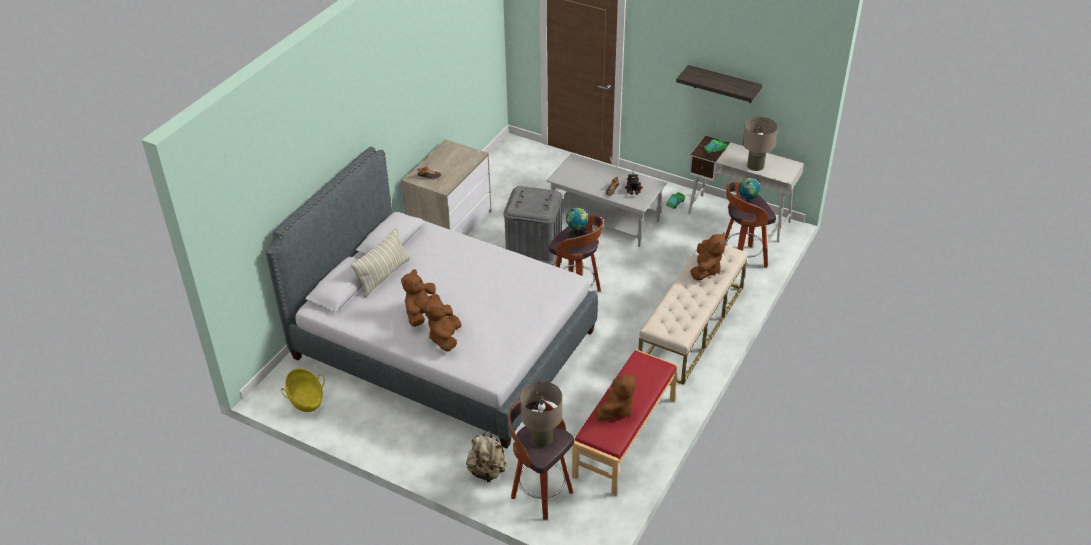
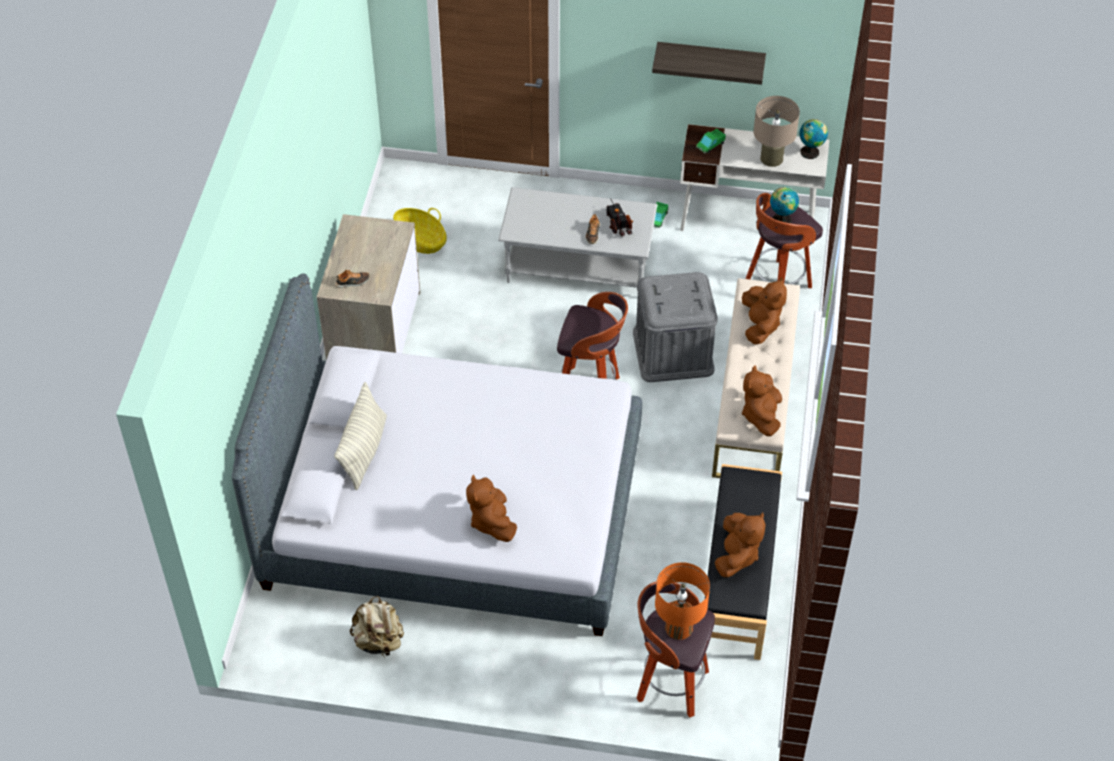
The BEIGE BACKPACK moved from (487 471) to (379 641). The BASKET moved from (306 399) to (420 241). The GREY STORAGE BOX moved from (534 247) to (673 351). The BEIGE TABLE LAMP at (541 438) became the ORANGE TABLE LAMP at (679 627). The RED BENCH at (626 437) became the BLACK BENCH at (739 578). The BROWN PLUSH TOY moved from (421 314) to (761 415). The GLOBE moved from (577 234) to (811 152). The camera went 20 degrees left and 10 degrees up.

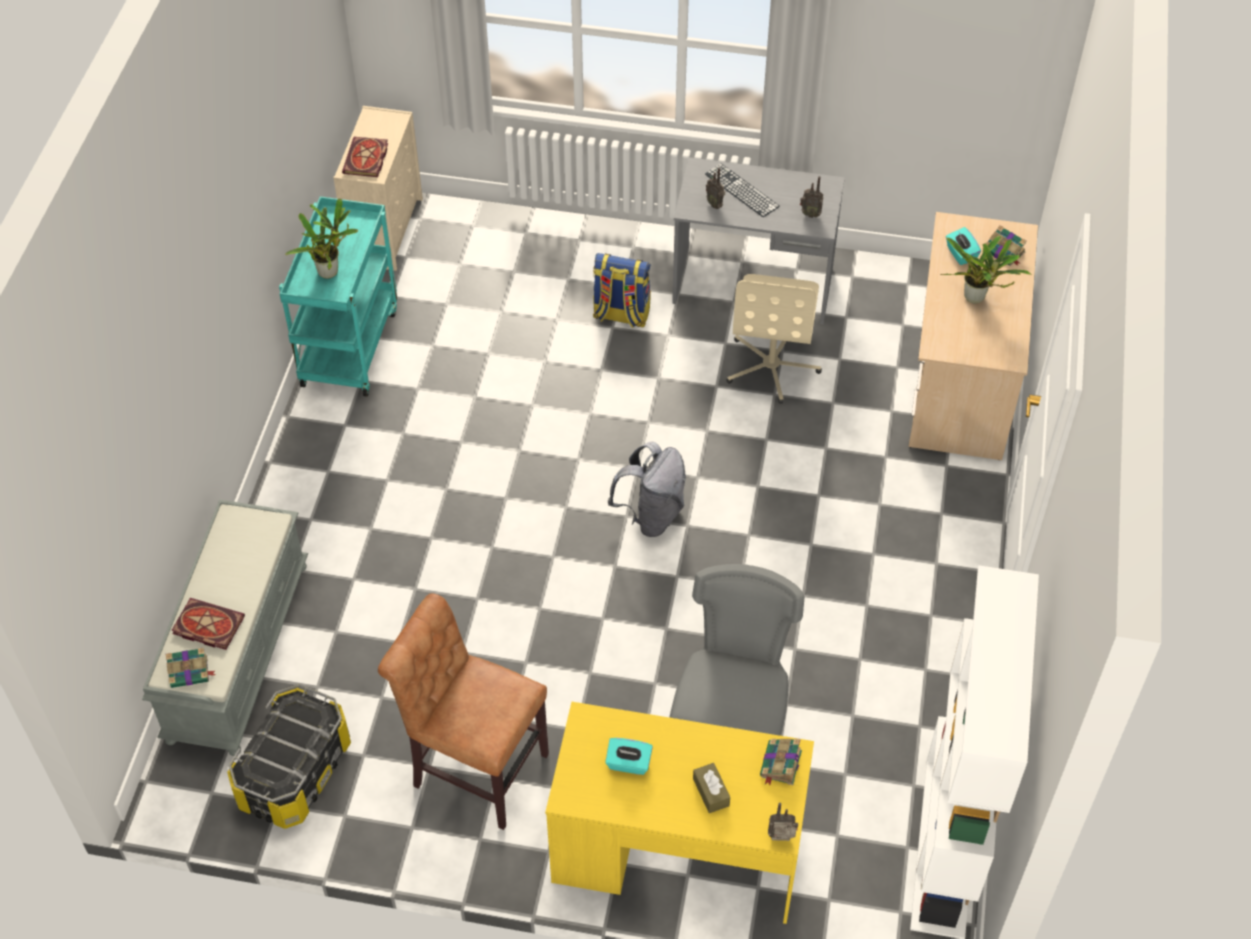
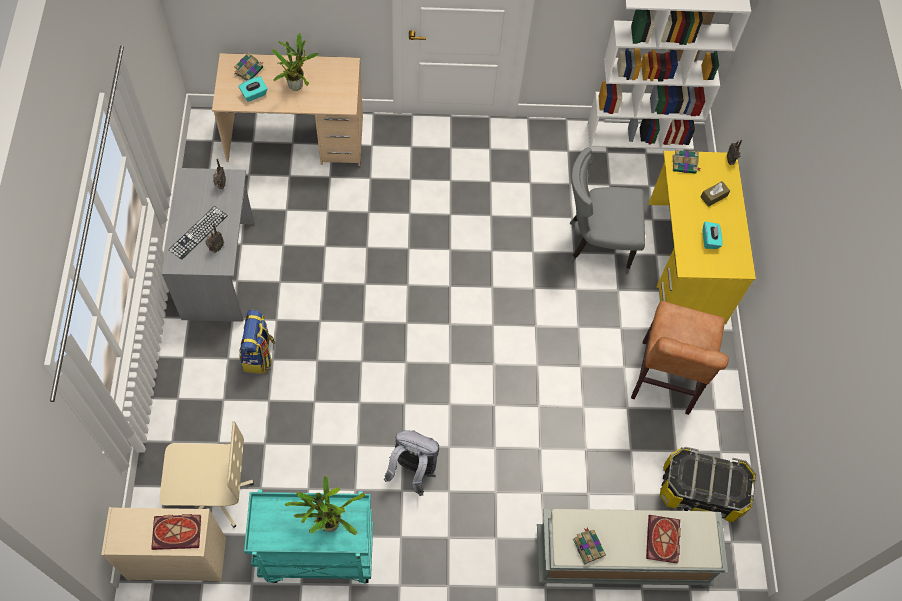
The BEIGE OFFICE CHAIR moved from (772 366) to (213 494). The GREY BACKPACK moved from (651 515) to (412 471). The BOOK moved from (190 672) to (588 546). The camera went 105 degrees left and 10 degrees up.

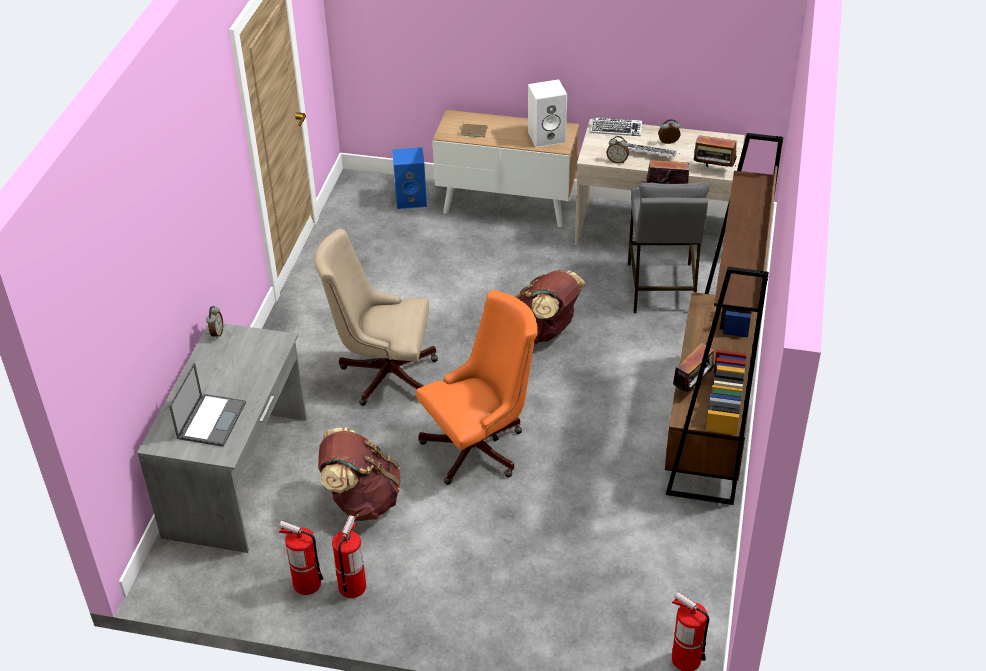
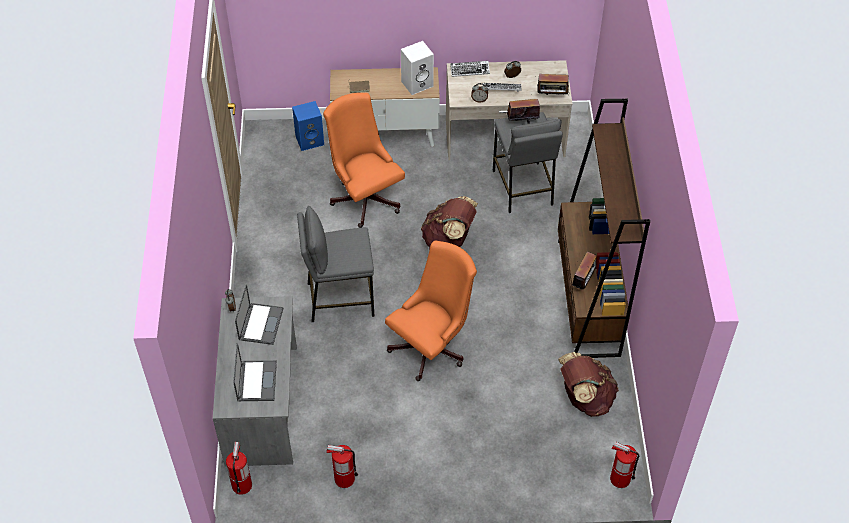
The FIRE EXTINGUISHER moved from (352 586) to (242 485). The LAPTOP at (261 323) appeared. The BEIGE OFFICE CHAIR at (382 373) was replaced by the GREY STOOL at (340 298). The ORANGE OFFICE CHAIR at (364 196) appeared. The BROWN BACKPACK moved from (362 500) to (584 398). The camera went 15 degrees left and 10 degrees up.

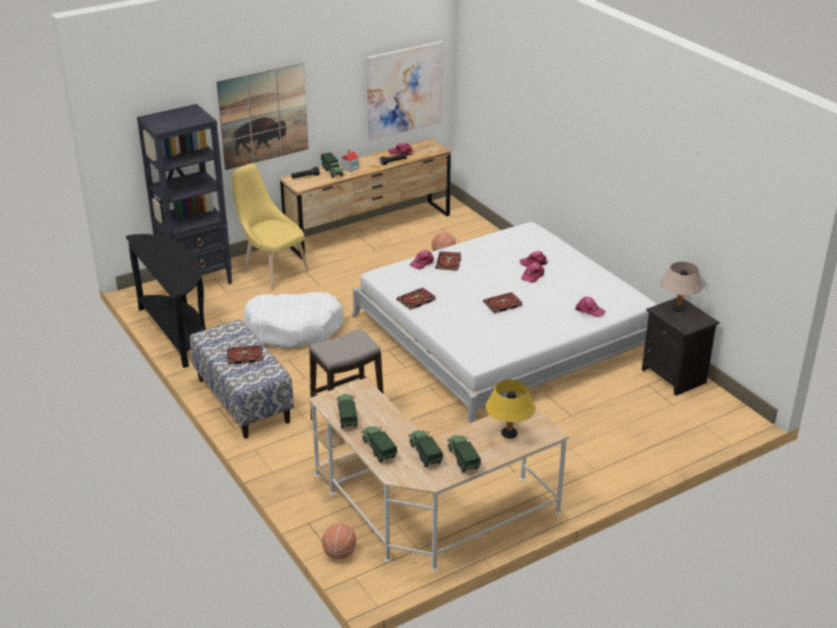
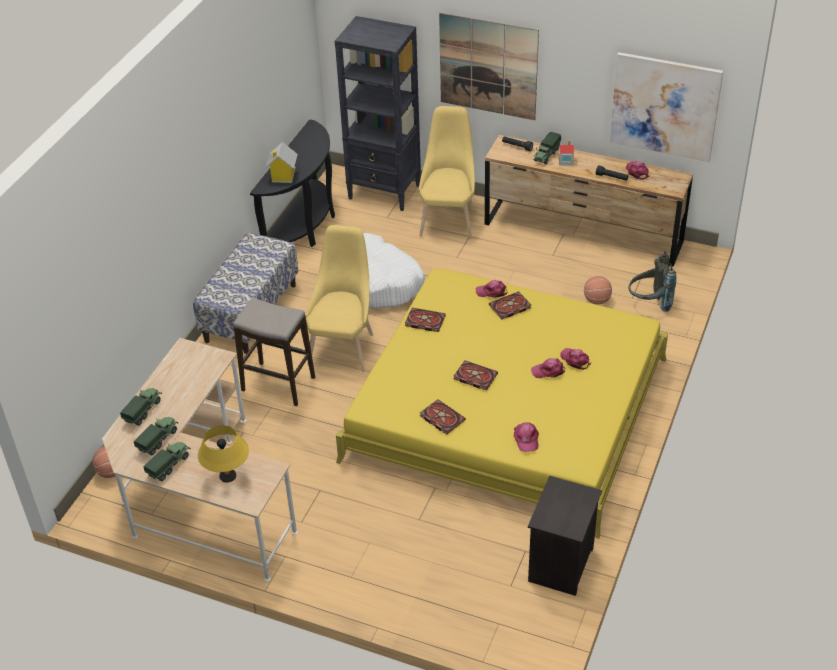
The TOY HOUSE at (283 176) appeared. The YELLOW CHAIR at (343 346) appeared. The WHITE BED at (504 333) became the YELLOW BED at (506 409). The BOOK moved from (244 356) to (441 418). The GREY BACKPACK at (649 303) appeared. The TOY TRUCK at (347 416) disappeared. The BEIGE TABLE LAMP at (678 309) disappeared. The camera went 55 degrees right and 10 degrees up.

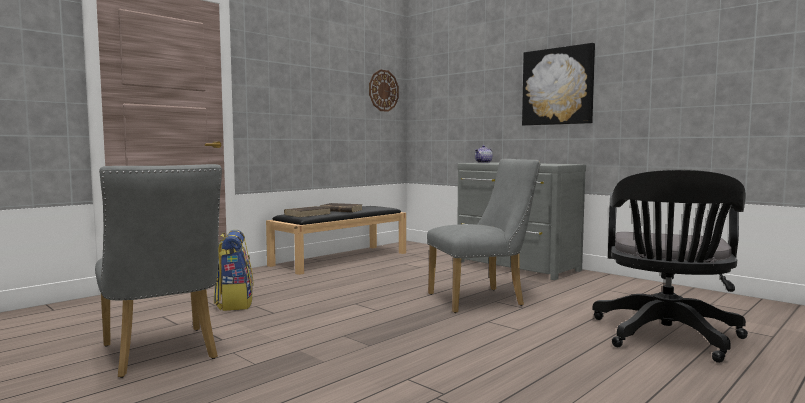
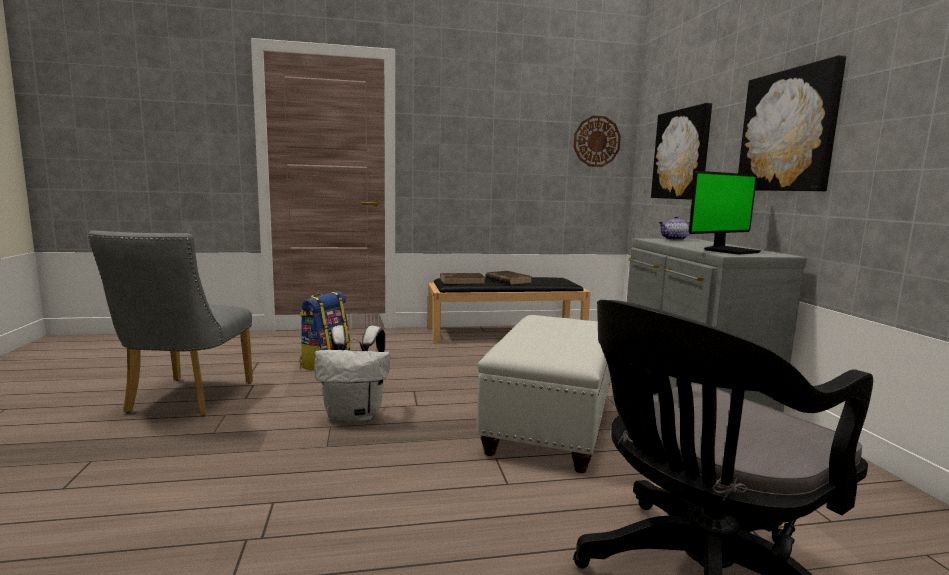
The WHITE BACKPACK at (355 415) appeared. The GREY CHAIR at (482 299) was replaced by the WHITE OTTOMAN at (550 425). The PICTURE at (681 154) appeared. The MONITOR at (729 251) appeared. The camera went 35 degrees right and 5 degrees up.

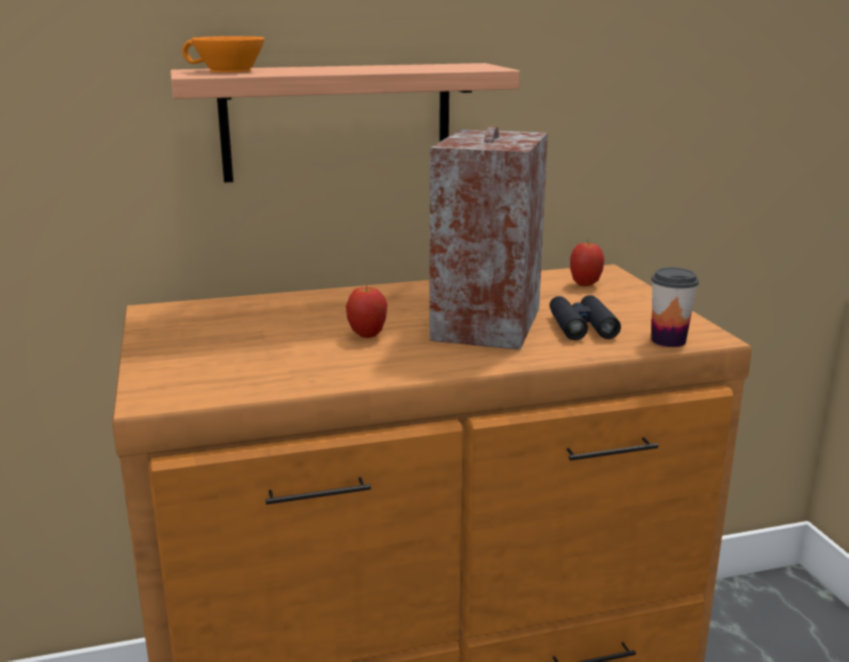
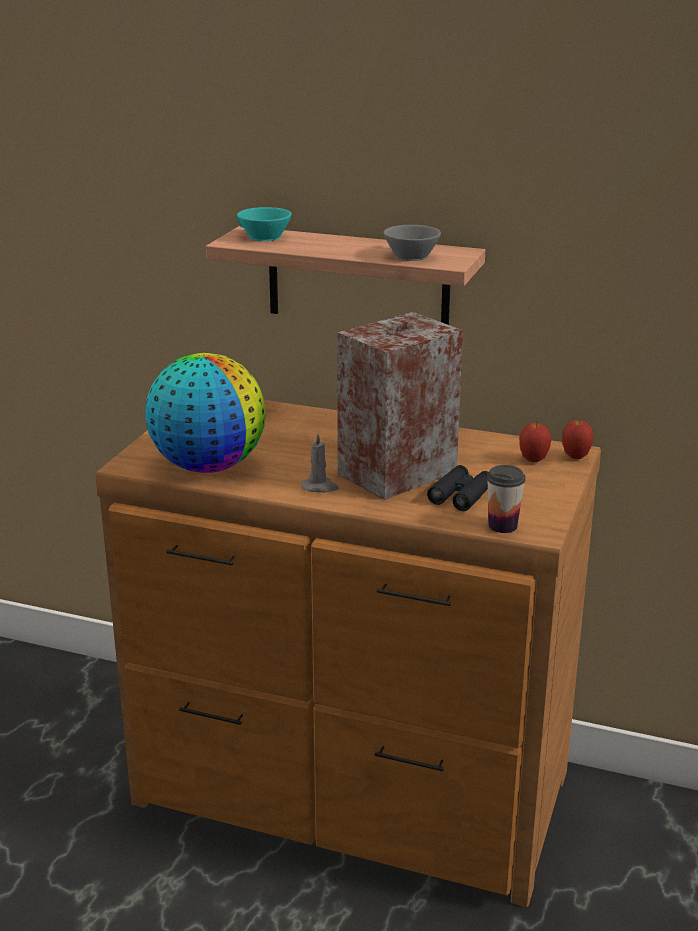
The GLOBE at (208 466) appeared. The ORANGE CUP at (227 70) became the TURQUOISE CUP at (262 237). The GREY CANDLE at (320 487) appeared. The GREY CUP at (408 256) appeared. The APPLE moved from (367 336) to (575 457). The camera went 35 degrees right and 5 degrees up.

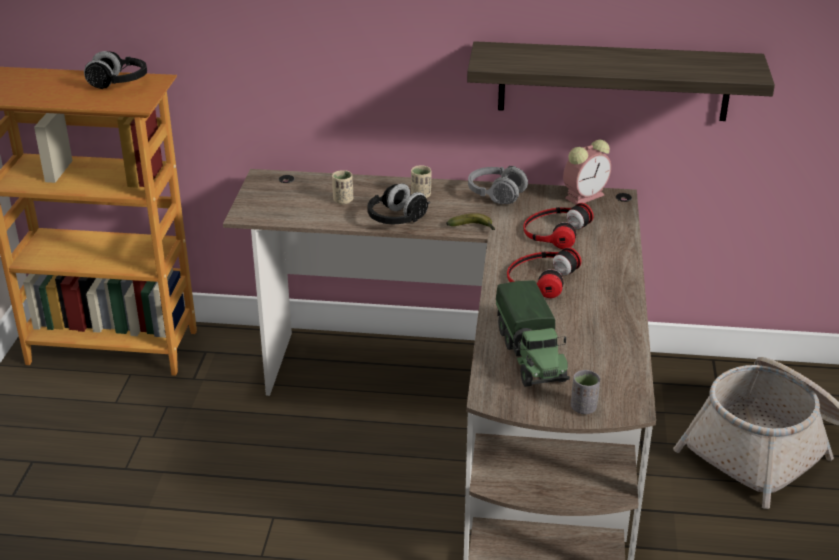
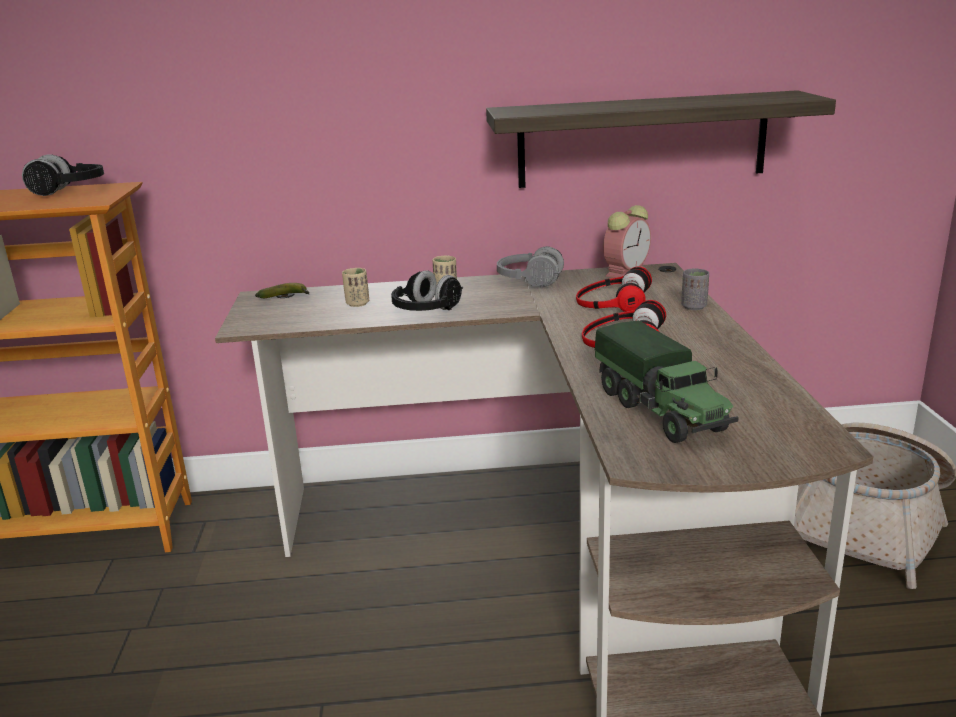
The BANANA moved from (473 228) to (287 297). The GREY CUP moved from (583 408) to (694 307). The camera went 10 degrees left and 10 degrees down.

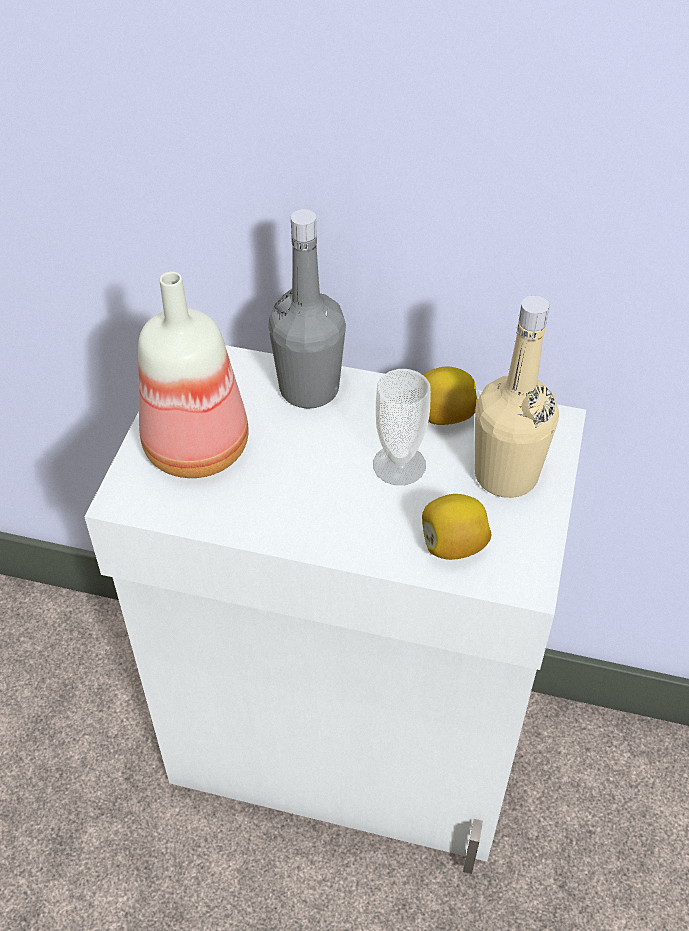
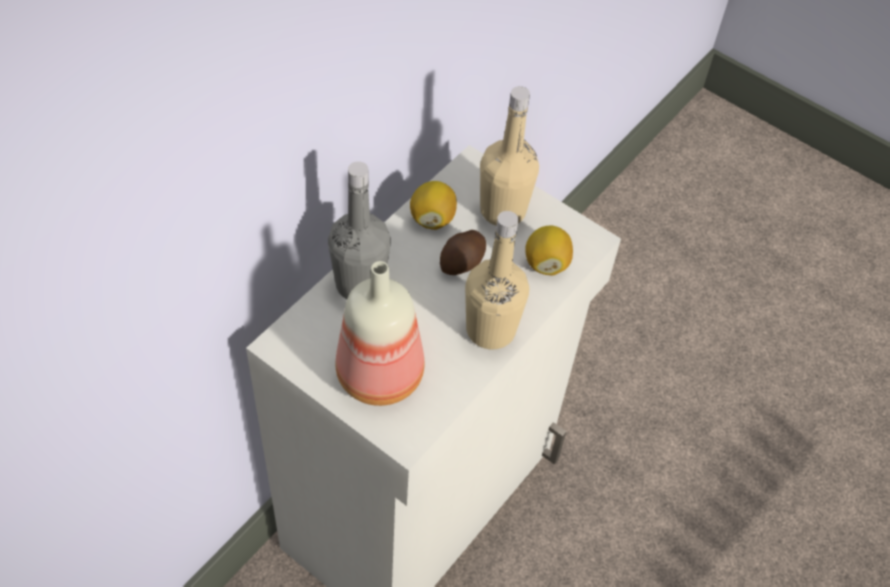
The CUP at (399 465) was replaced by the POTATO at (463 262). The BEIGE BOTTLE at (490 330) appeared. The camera went 70 degrees left and 5 degrees up.

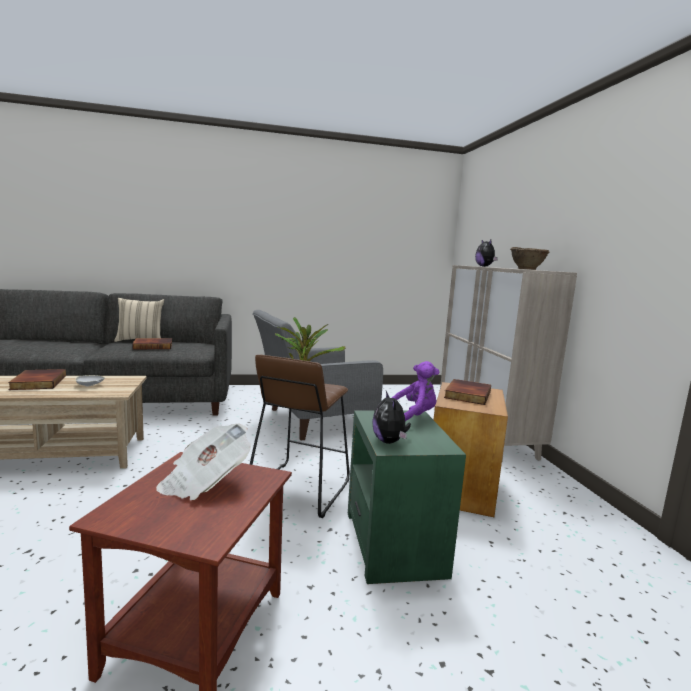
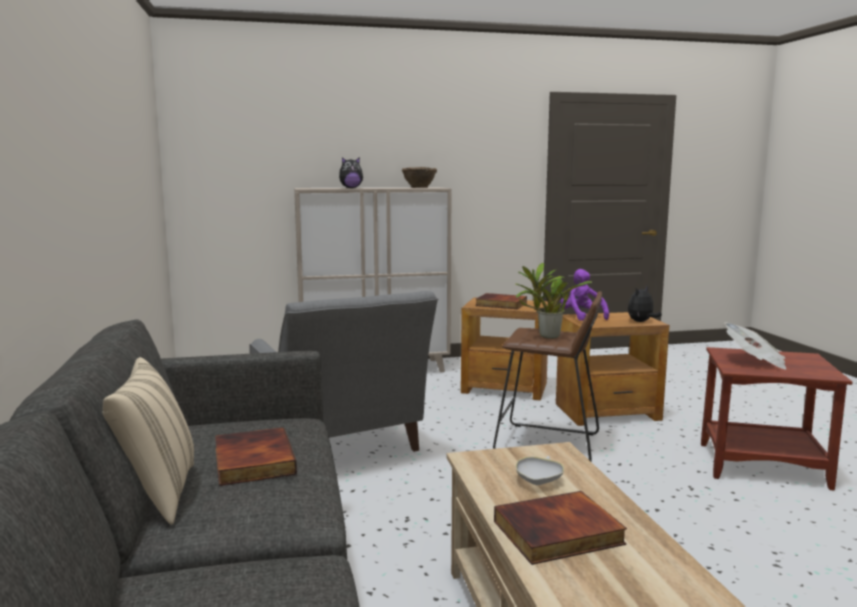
The GREEN SIDE TABLE at (393 543) became the BROWN SIDE TABLE at (608 412). The PLUSH TOY at (389 441) turned 150 degrees clockwise. The camera went 90 degrees left and 0 degrees up.

